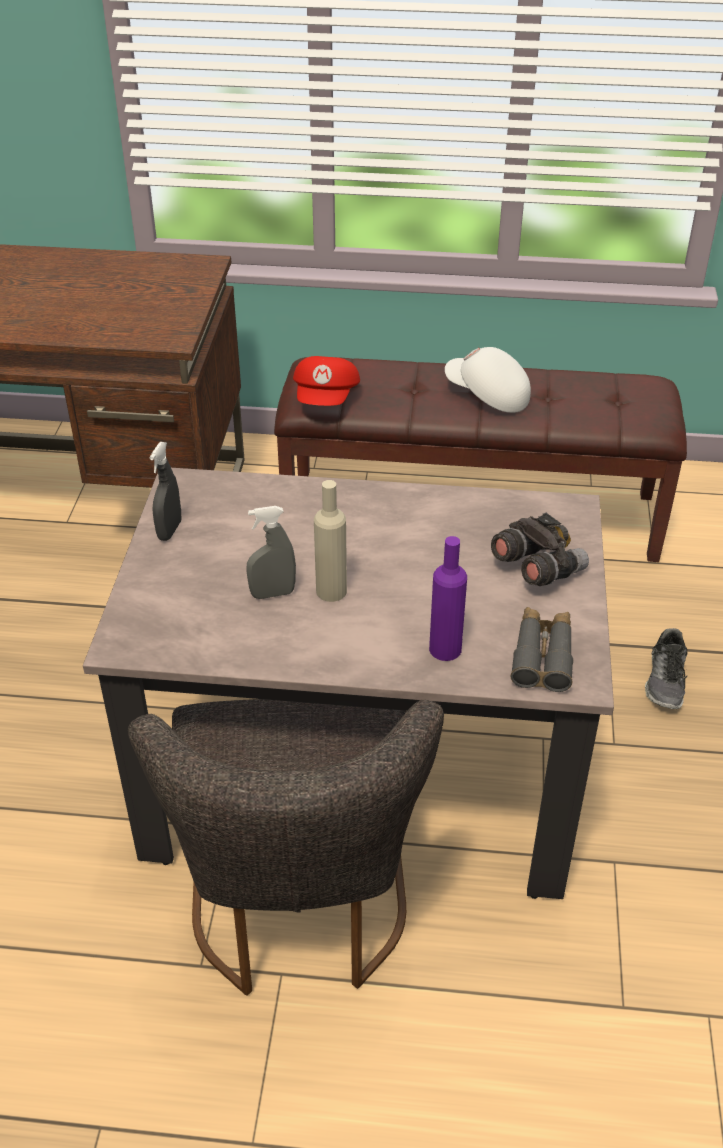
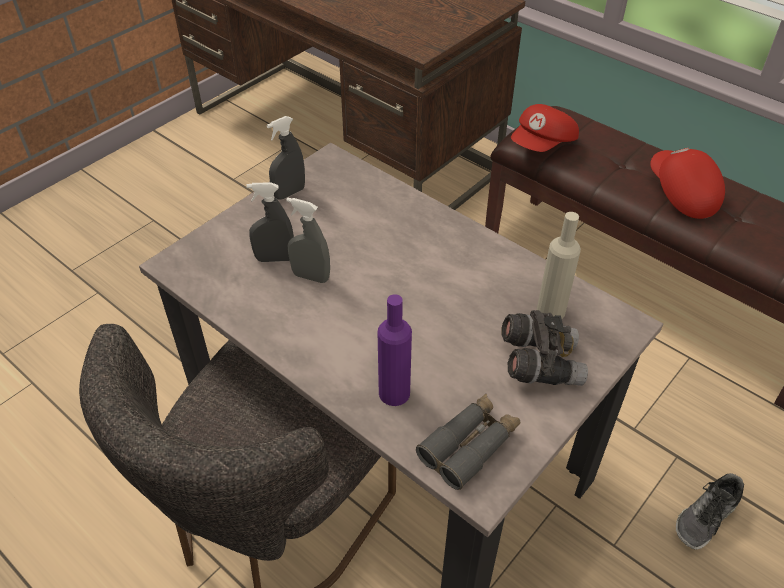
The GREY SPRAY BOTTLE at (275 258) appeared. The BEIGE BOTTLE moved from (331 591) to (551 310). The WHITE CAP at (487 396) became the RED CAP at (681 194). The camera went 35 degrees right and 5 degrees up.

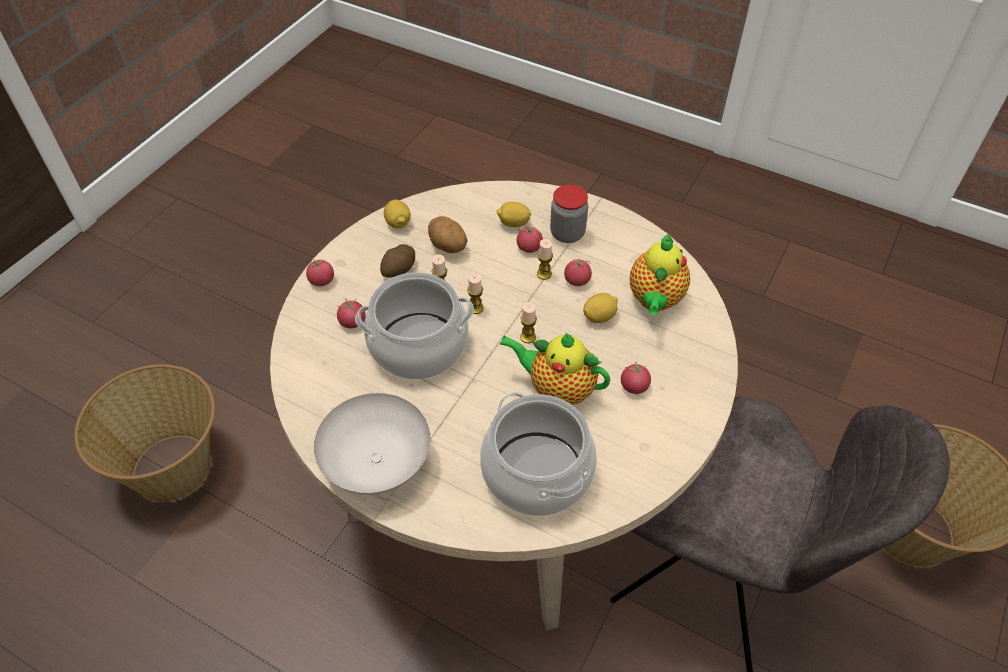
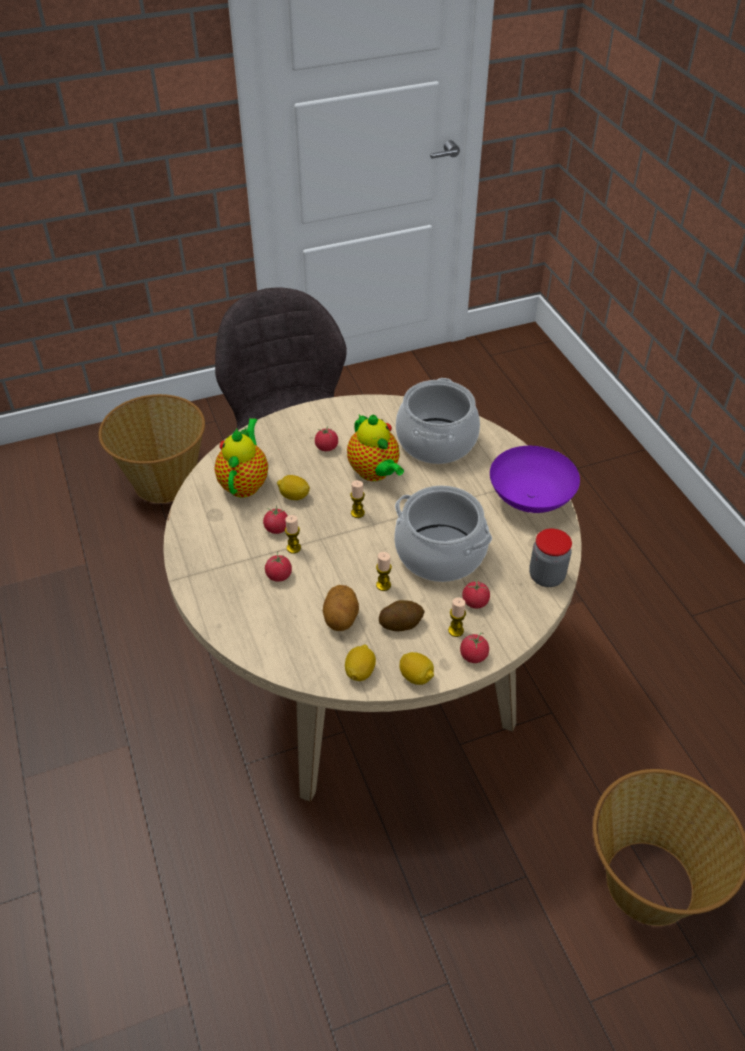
The TEAPOT at (655 301) turned 45 degrees counterclockwise. The LEMON moved from (513 223) to (416 677). The CANDLE moved from (475 308) to (456 630). The WHITE BOWL at (376 464) became the PURPLE BOWL at (532 499). The JAR moved from (567 233) to (546 576). The camera went 140 degrees left and 5 degrees down.

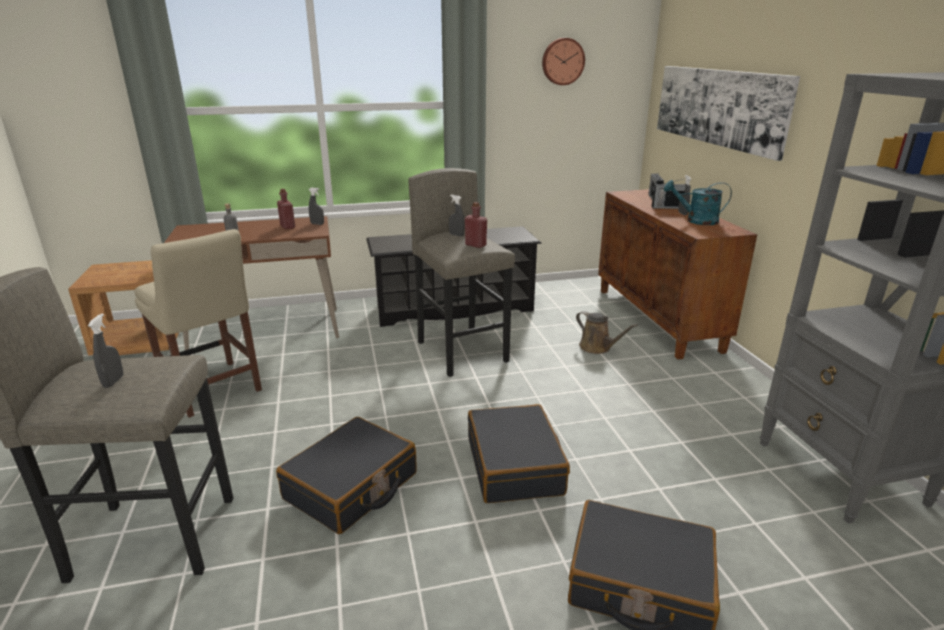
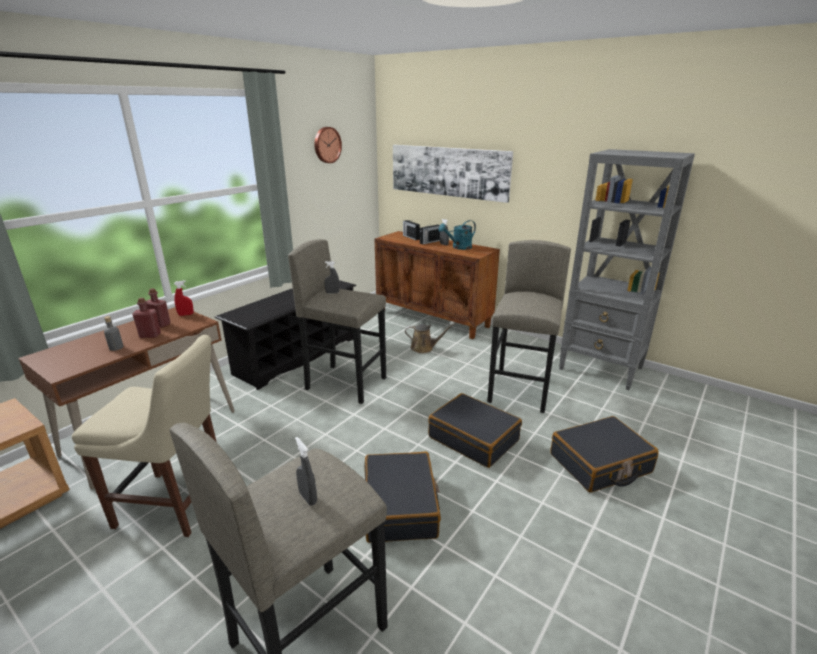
The RED BOTTLE moved from (475 245) to (150 335). The GREY SPRAY BOTTLE at (317 224) became the RED SPRAY BOTTLE at (186 314). The GREY STOOL at (520 390) appeared. The camera went 40 degrees left and 0 degrees up.

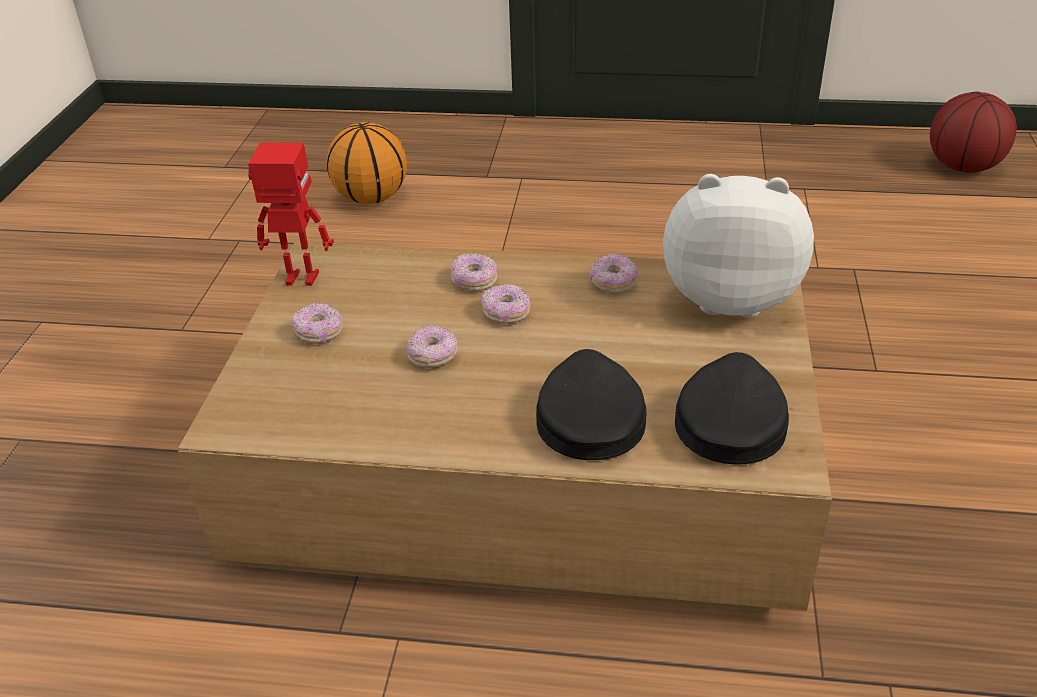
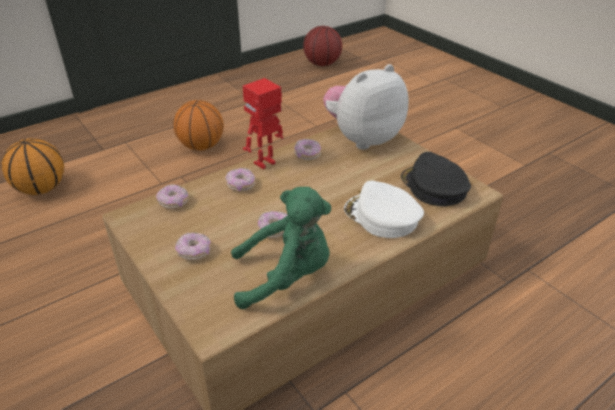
The DONUT moved from (506 313) to (173 202). The BASKETBALL at (201 146) appeared. The GREEN PLUSH TOY at (286 277) appeared. The TOY ROBOT moved from (301 279) to (265 163). The BLACK CAP at (588 417) became the WHITE CAP at (381 216). The camera went 45 degrees left and 0 degrees up.

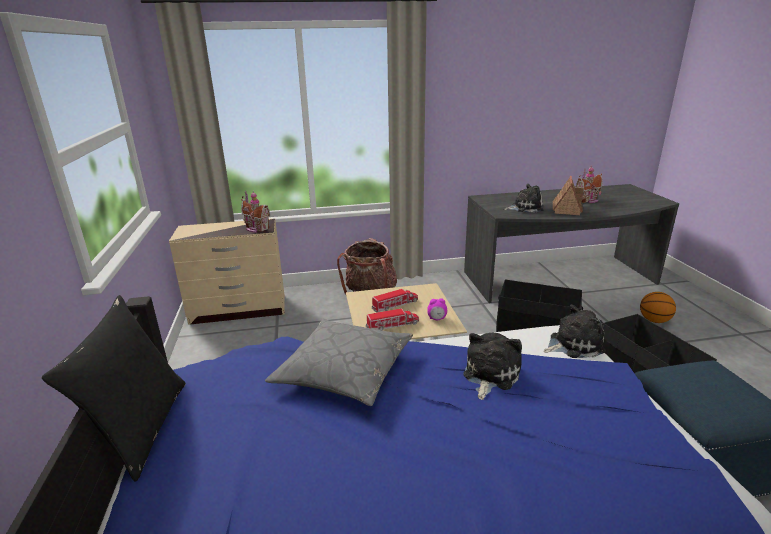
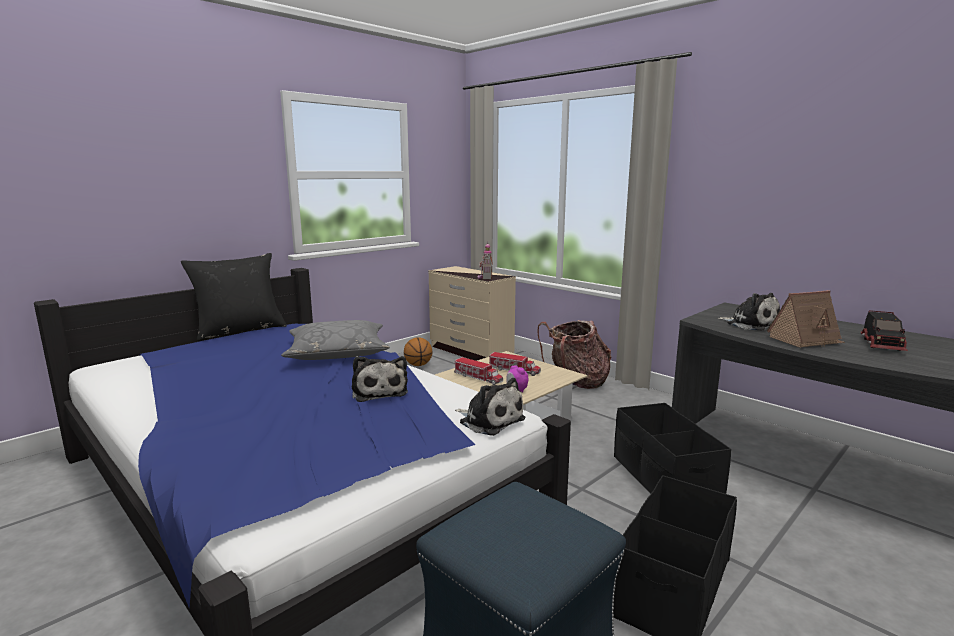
The PLUSH TOY at (489 375) turned 75 degrees clockwise. The BASKETBALL moved from (654 320) to (418 365). The TOY HOUSE at (588 200) was replaced by the TOY TRUCK at (882 345). The camera went 55 degrees right and 10 degrees down.

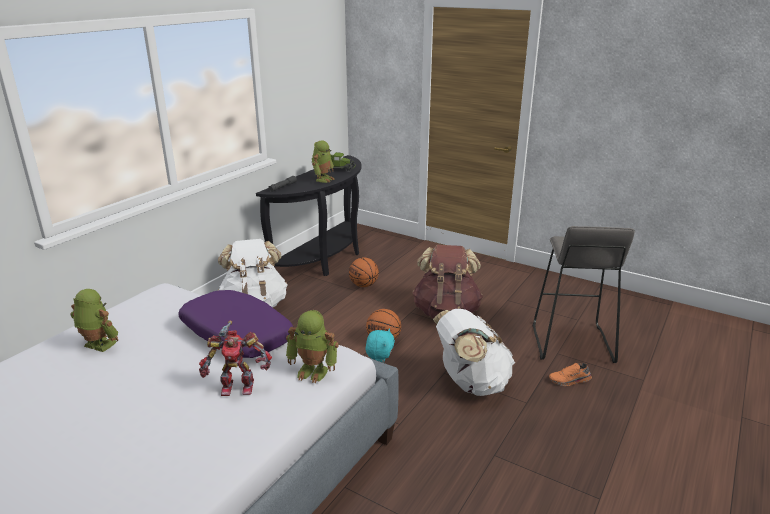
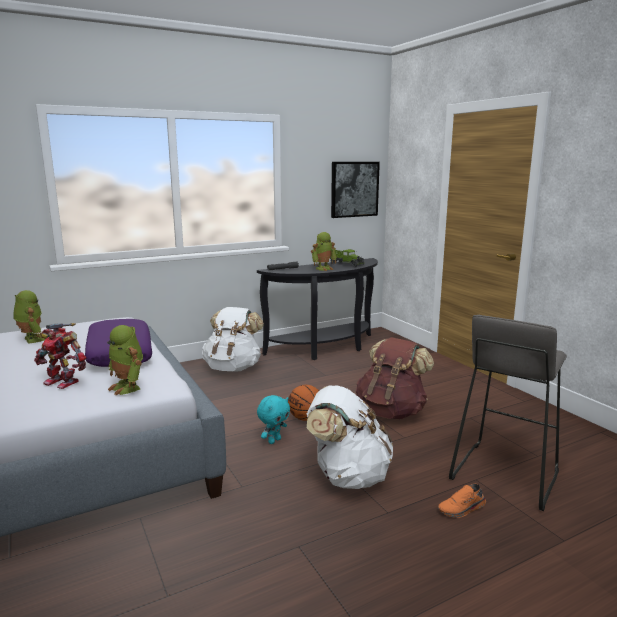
The PICTURE at (354 189) appeared. The ORANGE SHOE at (569 380) turned 45 degrees counterclockwise. The BASKETBALL at (364 285) disappeared. The camera went 30 degrees right and 10 degrees down.

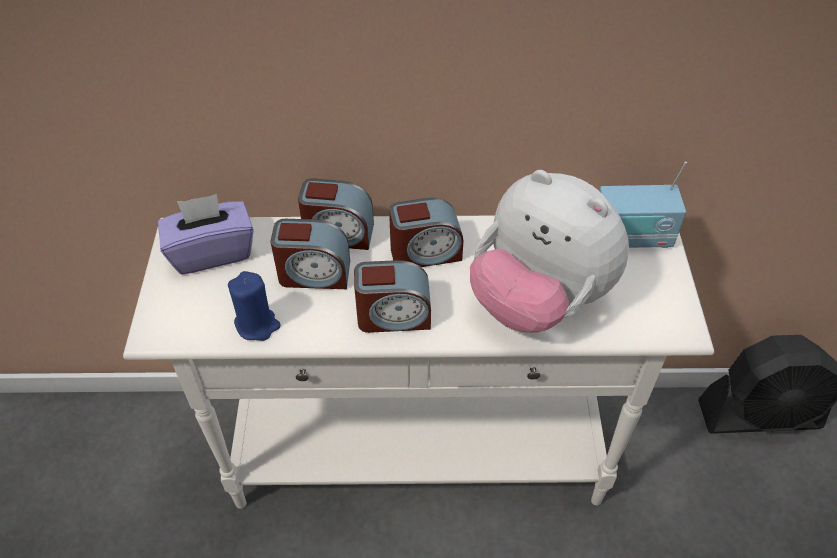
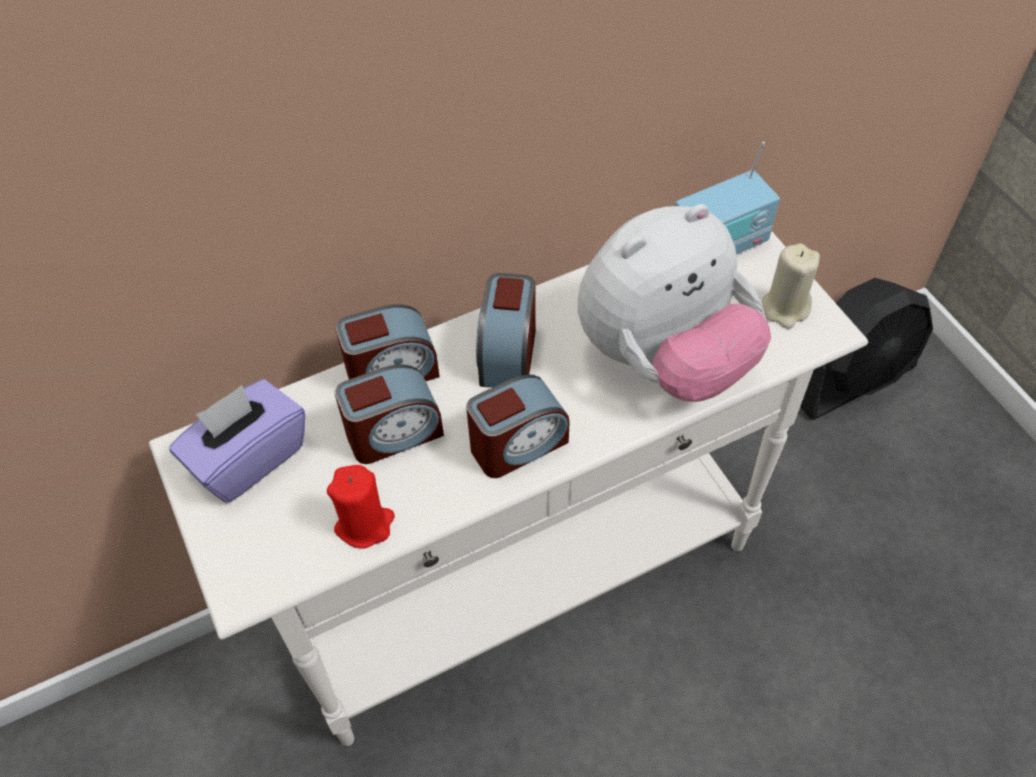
The BLUE CANDLE at (257 325) became the RED CANDLE at (365 524). The ALARM CLOCK at (425 253) turned 135 degrees clockwise. The PLUSH TOY at (538 300) turned 45 degrees counterclockwise. The BEIGE CANDLE at (785 308) appeared. The camera went 25 degrees left and 5 degrees up.

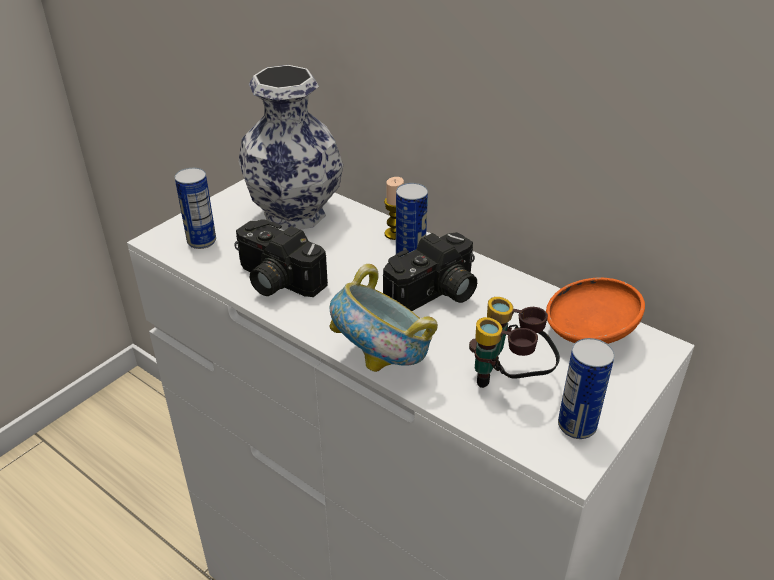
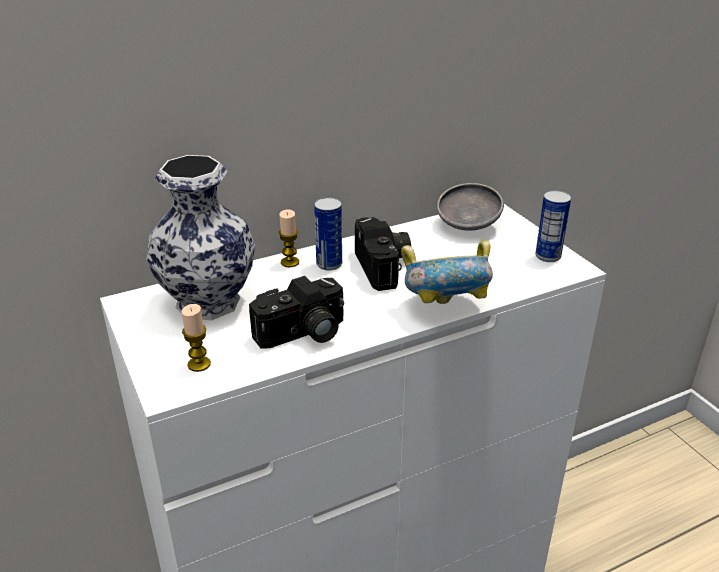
The CAN at (201 241) was replaced by the CANDLE at (199 364). The ORANGE BOWL at (587 334) became the GREY BOWL at (467 226). The BINOCULARS at (509 381) disappeared. The camera went 65 degrees left and 5 degrees down.

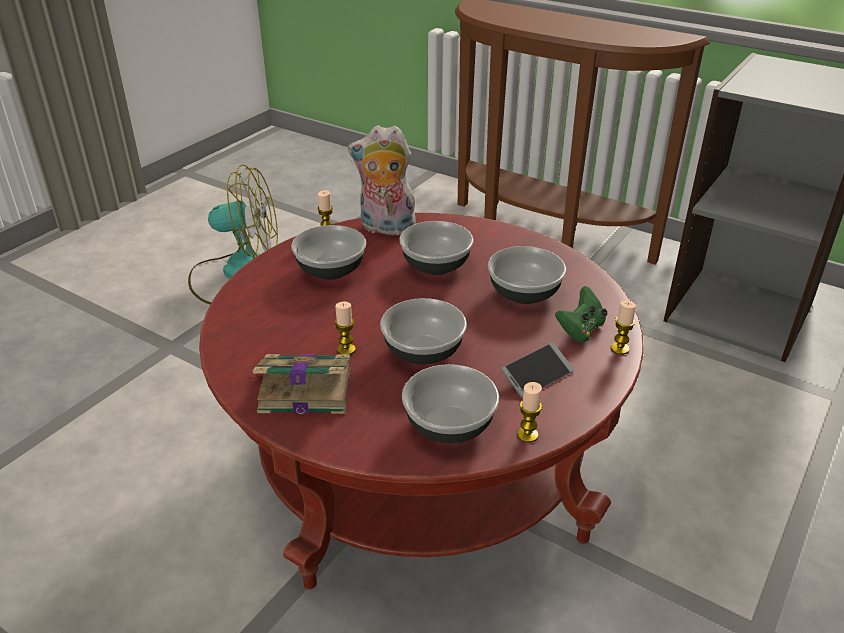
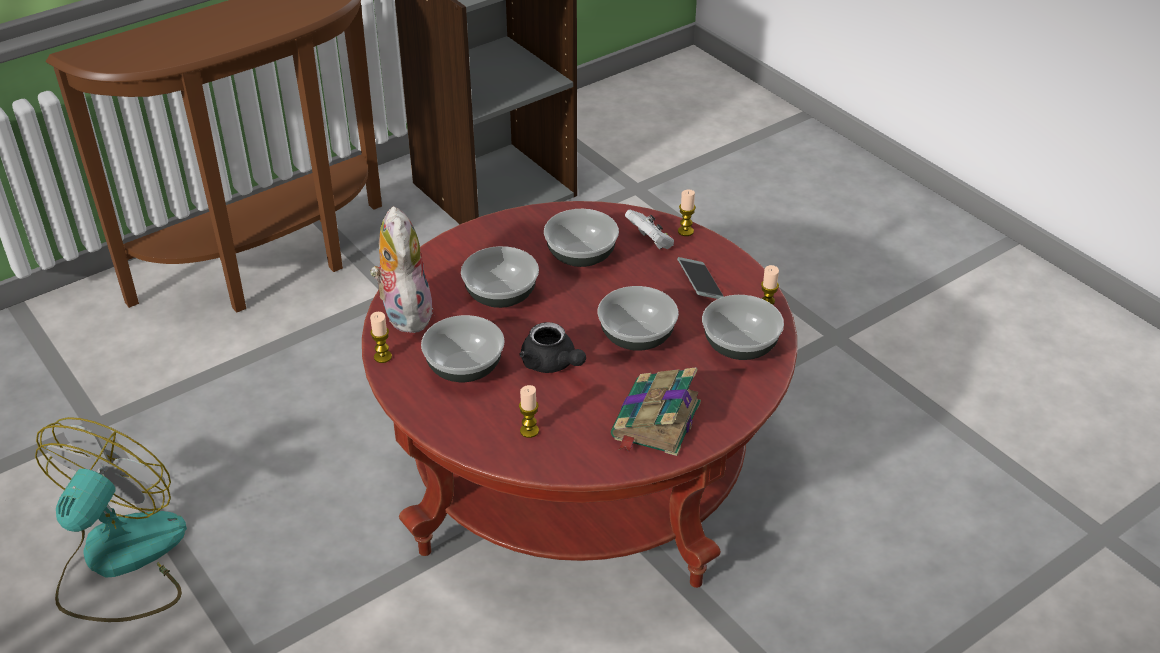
The PLUSH TOY at (385 228) turned 135 degrees clockwise. The BLACK TEAPOT at (552 364) appeared. The CANDLE moved from (346 350) to (529 431). The GREEN GAME CONTROLLER at (580 330) became the WHITE GAME CONTROLLER at (650 242). The camera went 70 degrees left and 5 degrees up.

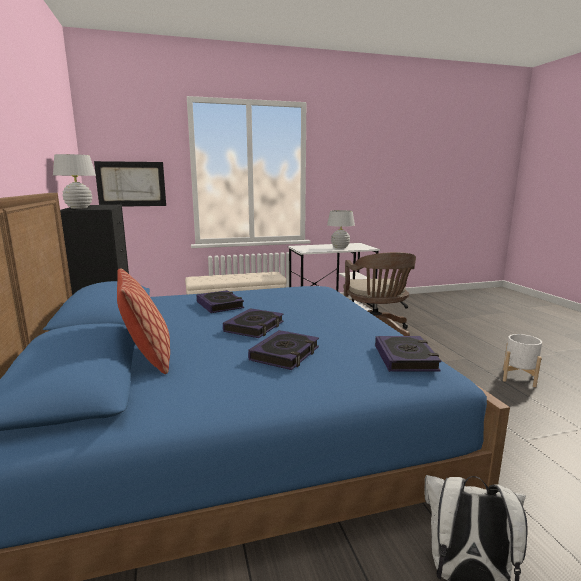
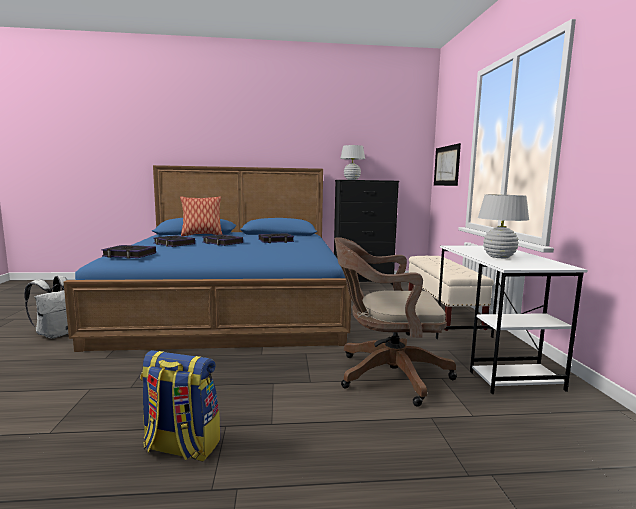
The WHITE PLANTER at (519 378) was replaced by the BACKPACK at (181 447). The camera went 100 degrees right and 5 degrees down.

